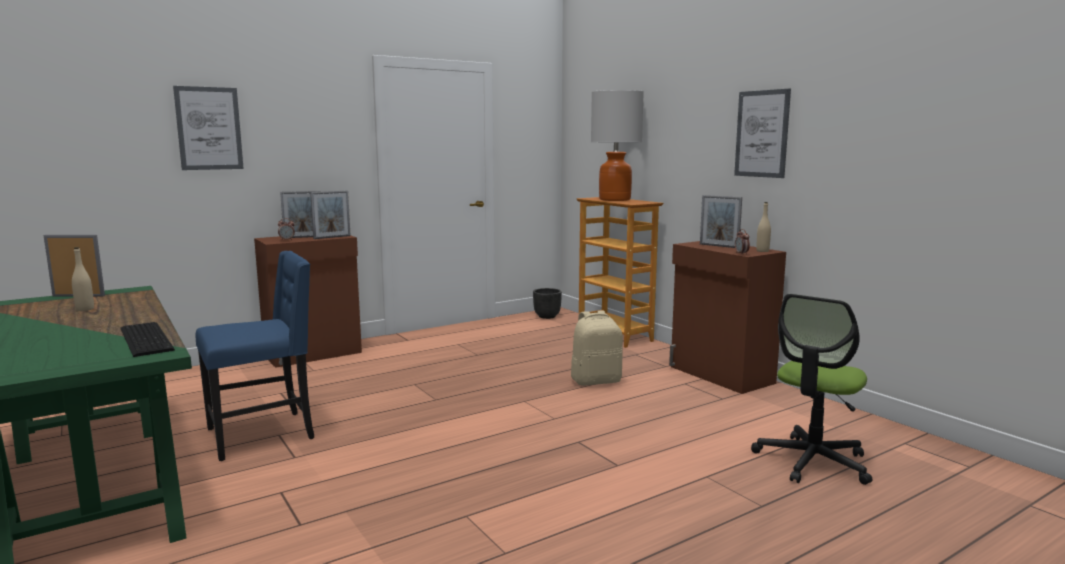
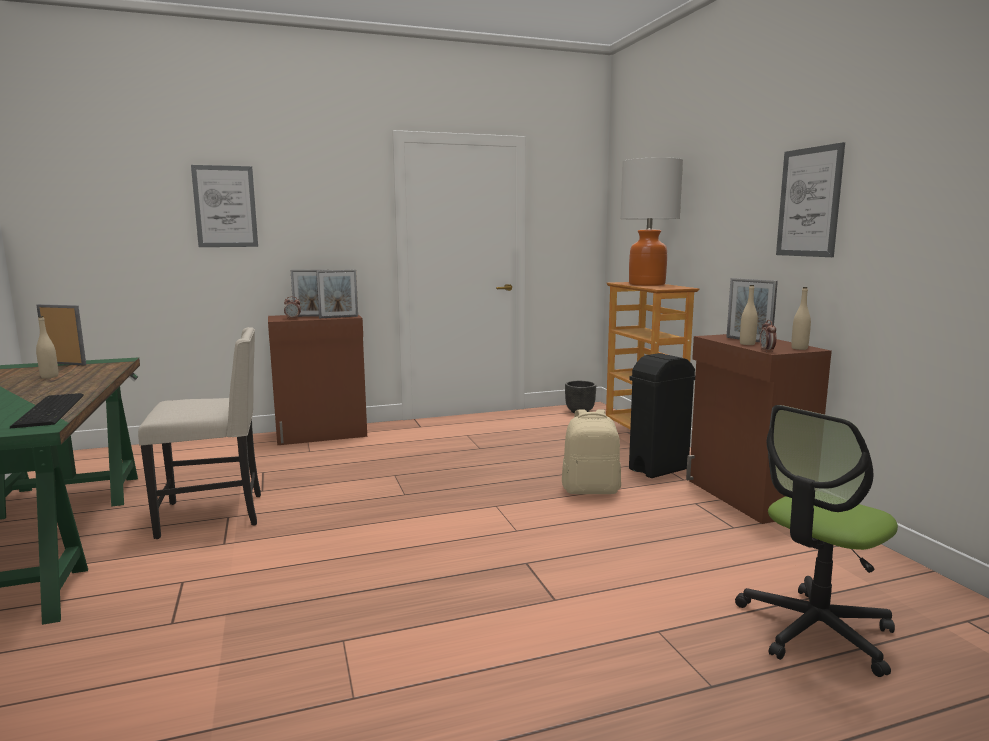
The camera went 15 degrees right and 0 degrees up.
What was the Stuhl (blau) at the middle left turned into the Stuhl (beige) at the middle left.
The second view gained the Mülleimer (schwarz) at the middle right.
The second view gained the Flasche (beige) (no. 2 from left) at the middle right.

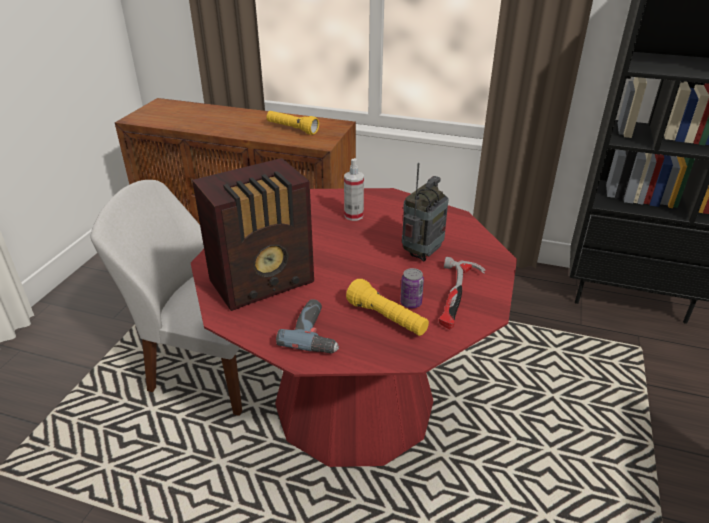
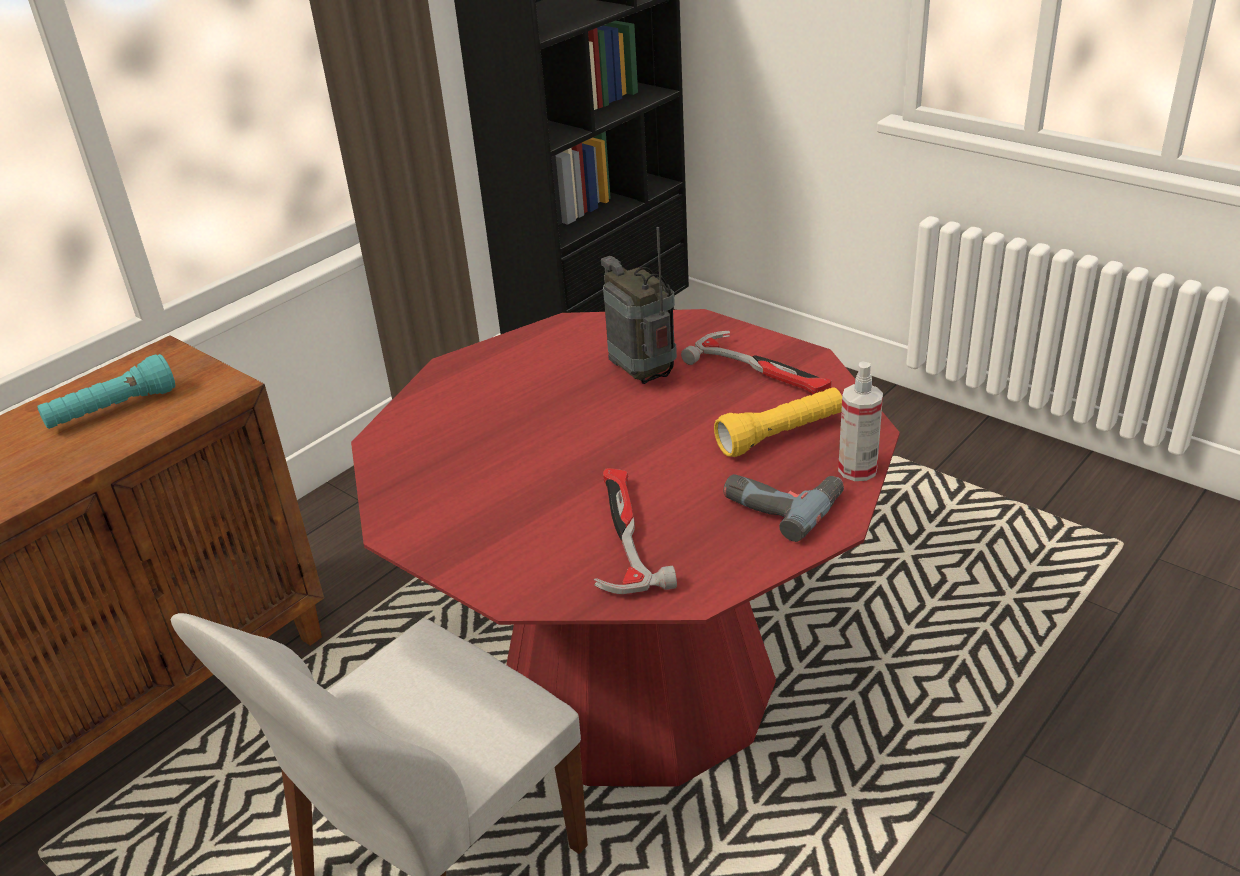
The camera went 65 degrees left and 0 degrees up.
What was the Taschenlampe (gelb) (no. 1 from left) at the top centre turned into the Taschenlampe (türkis) at the middle left.
Where the Radio (no. 1 from left) stood at the centre, the Hammer (no. 1 from left) came to stand at the centre.
The Sprühflasche ended up elsewhere, having gone from the centre to the middle right.
The second view lost the Dose at the centre.

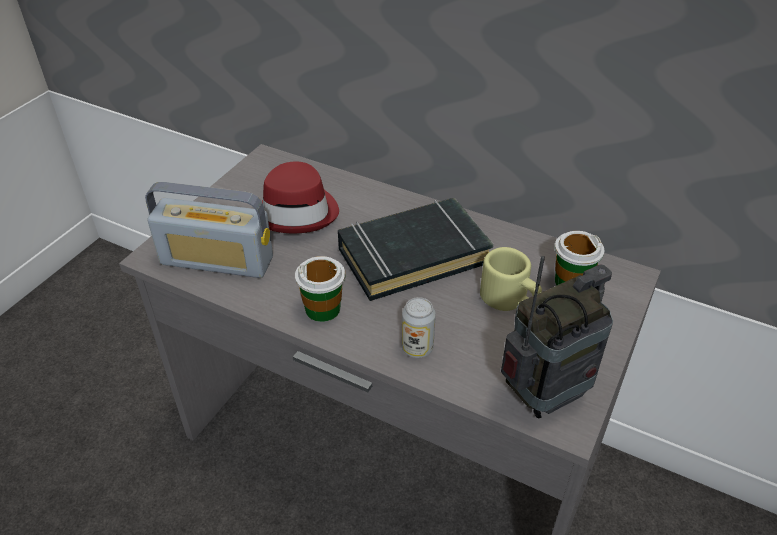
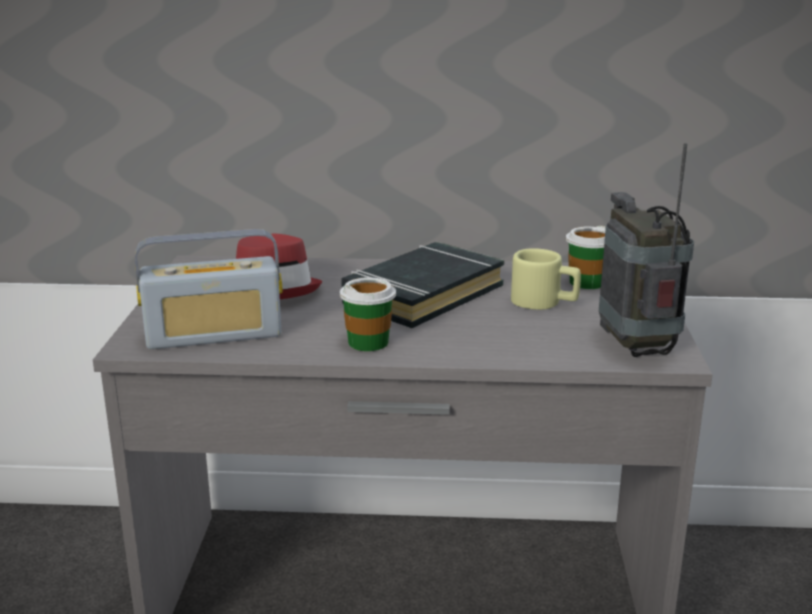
The camera went 25 degrees left and 20 degrees down.
The Radio (no. 2 from left) at the middle right ended up facing another way, 45 degrees counterclockwise from before.
The second view lost the Dose at the centre.

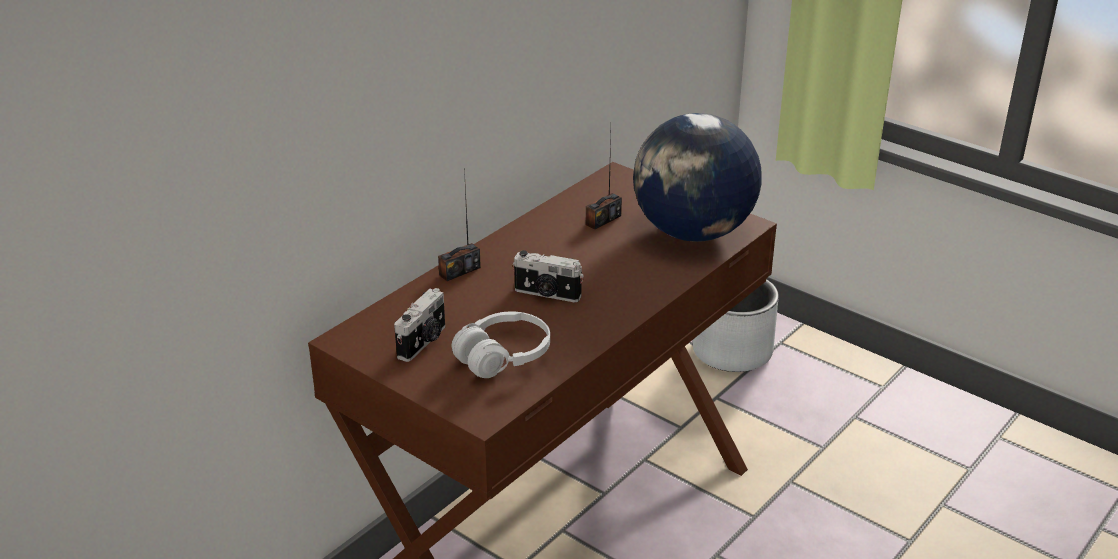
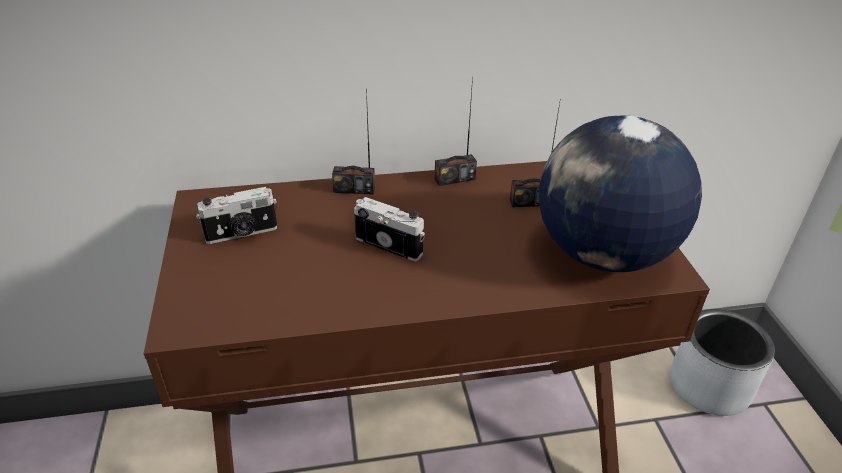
The camera went 40 degrees right and 5 degrees up.
The Kamera (no. 2 from left) at the centre ended up facing another way, 150 degrees clockwise from before.
The second view gained the Radio (no. 2 from left) at the top centre.
The second view lost the Kopfhörer (weiß) at the centre.

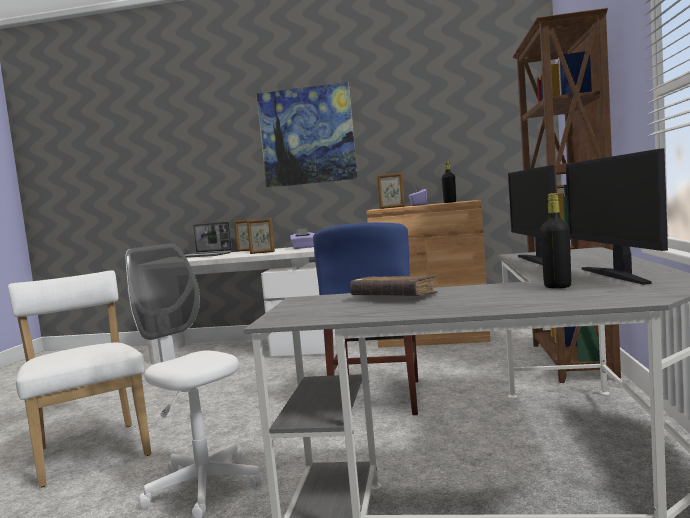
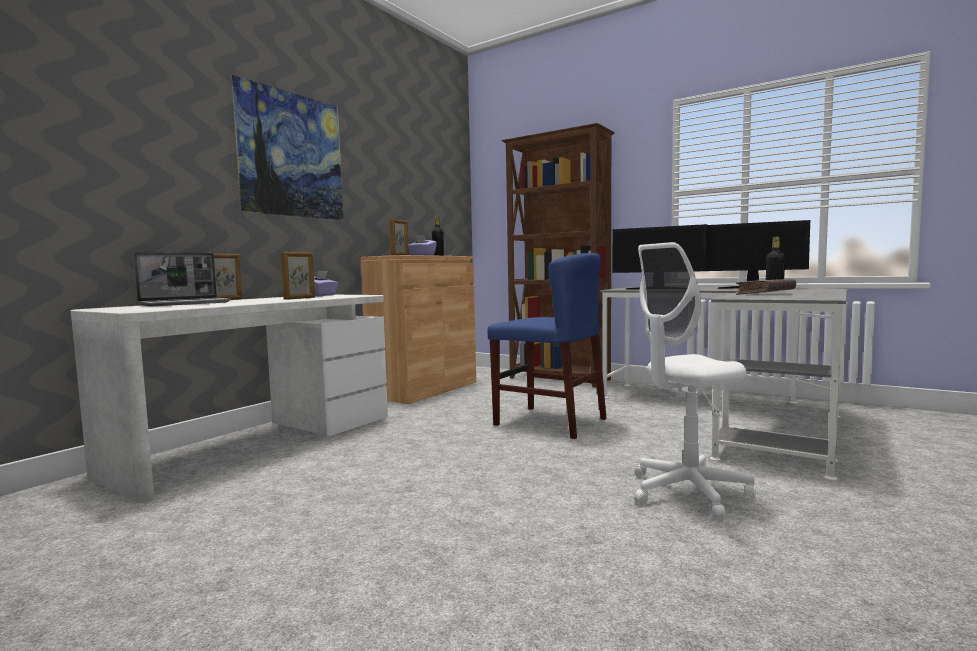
The camera went 65 degrees left and 0 degrees up.
The second view lost the Stuhl (weiß) at the bottom left.

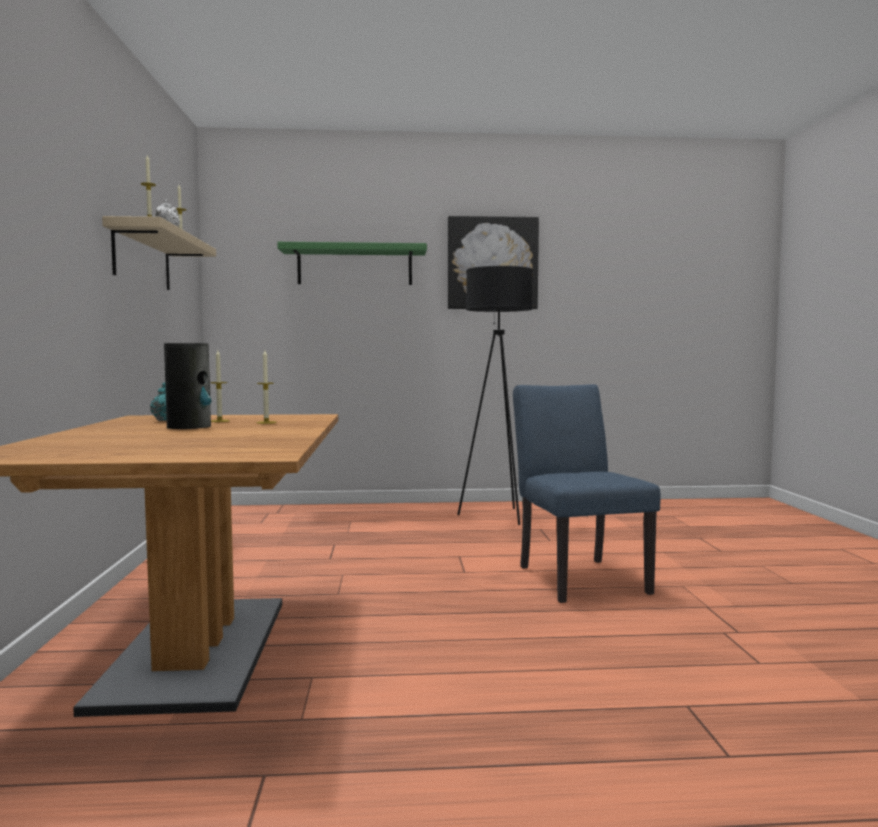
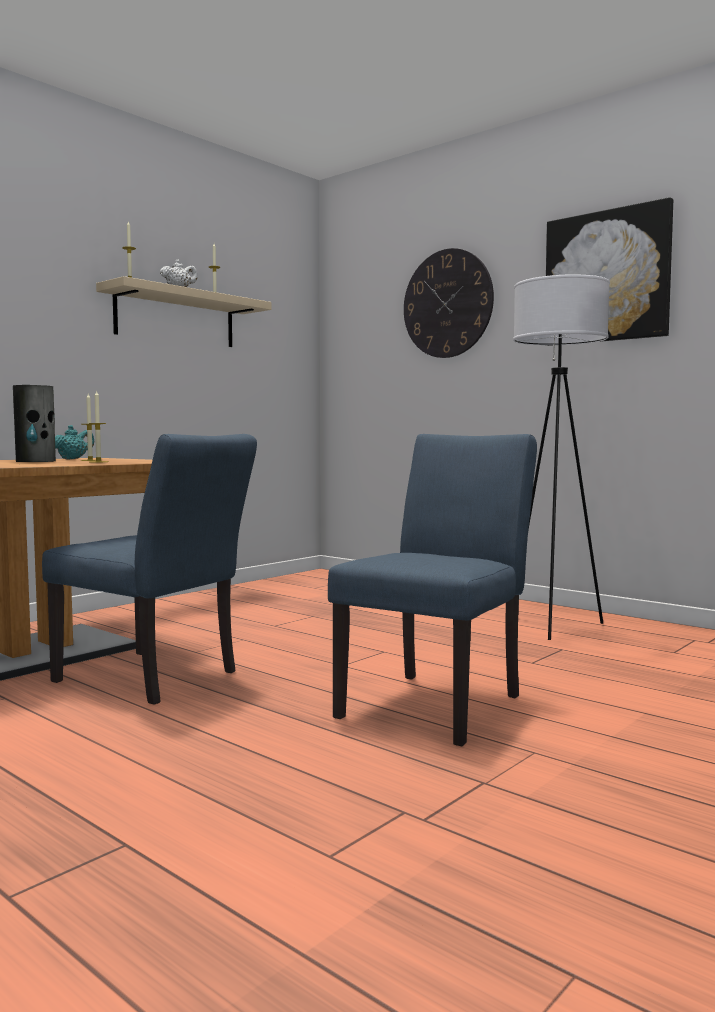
The camera went 45 degrees right and 0 degrees up.
The second view gained the Stuhl (blau) (no. 1 from left) at the middle left.
Where the Wandregal (grün) hung at the top centre, the Wanduhr came to hang at the top centre.
What was the Stehlampe (schwarz) at the centre turned into the Stehlampe (weiß) at the middle right.

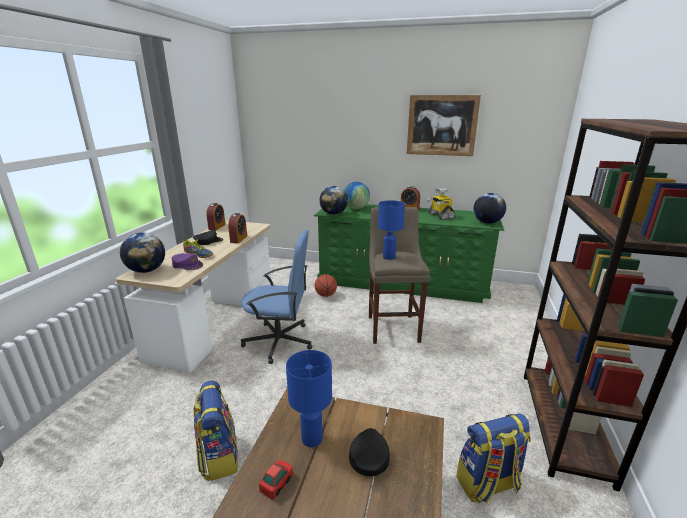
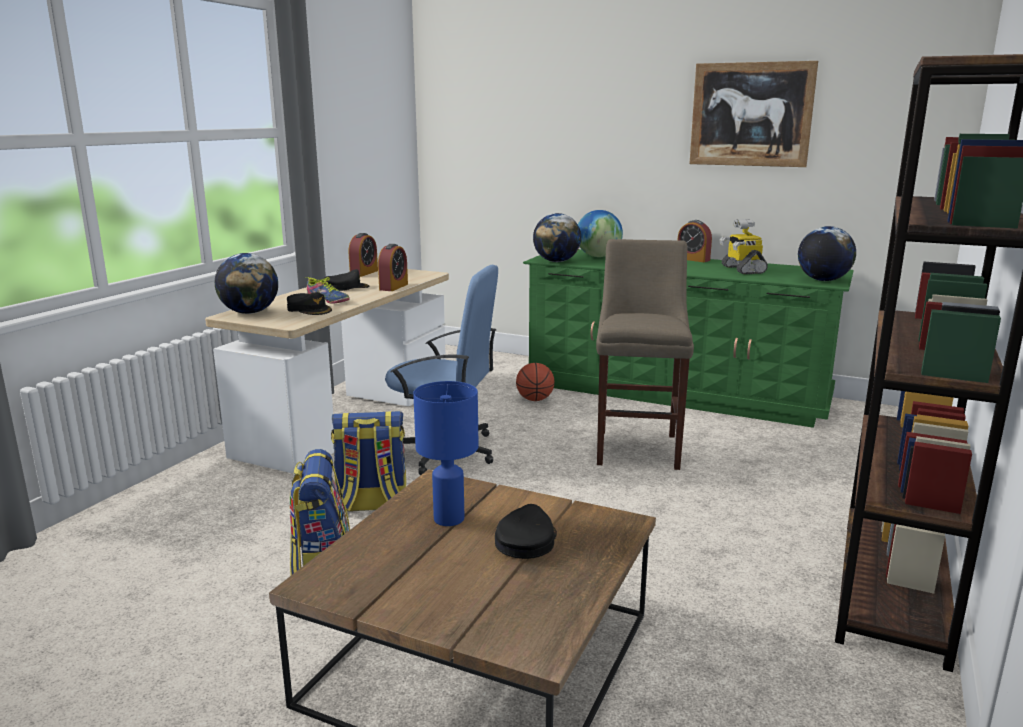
The camera went 10 degrees right and 5 degrees down.
What was the Kappe (lila) at the middle left turned into the Kappe (schwarz) (no. 1 from left) at the middle left.
The Rucksack (no. 2 from left) ended up elsewhere, having gone from the bottom right to the centre.
The second view lost the Spielzeugauto at the bottom centre.
The second view lost the Tischlampe (blau) (no. 2 from left) at the centre.

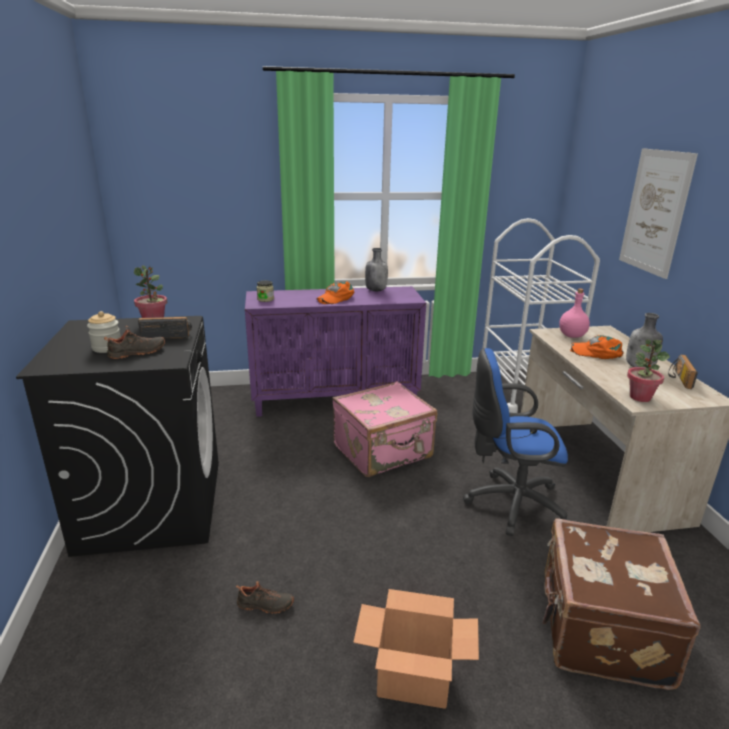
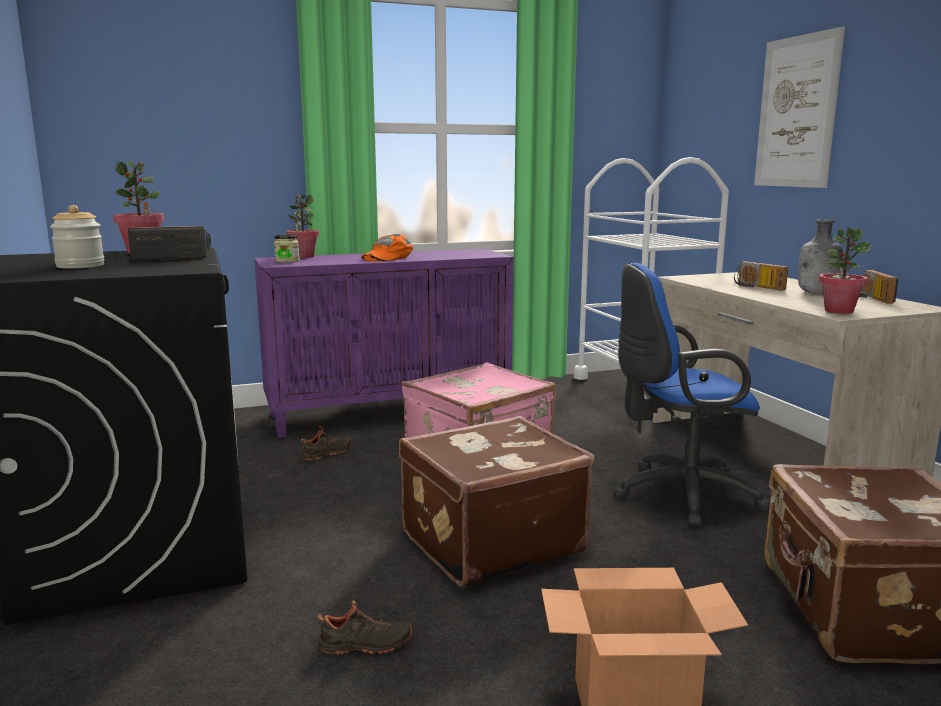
The camera went 10 degrees left and 10 degrees down.
The second view gained the Topfpflanze (no. 2 from left) at the top left.
The Schuh (schwarz) (no. 1 from left) ended up elsewhere, having gone from the middle left to the centre.
The second view gained the Koffer (braun) (no. 1 from left) at the bottom centre.
Where the Kappe (orange) (no. 2 from left) stood at the middle right, the Radio (no. 2 from left) came to stand at the middle right.
The second view lost the Flasche (grau) (no. 1 from left) at the centre.
The second view lost the Flasche (rosa) at the middle right.

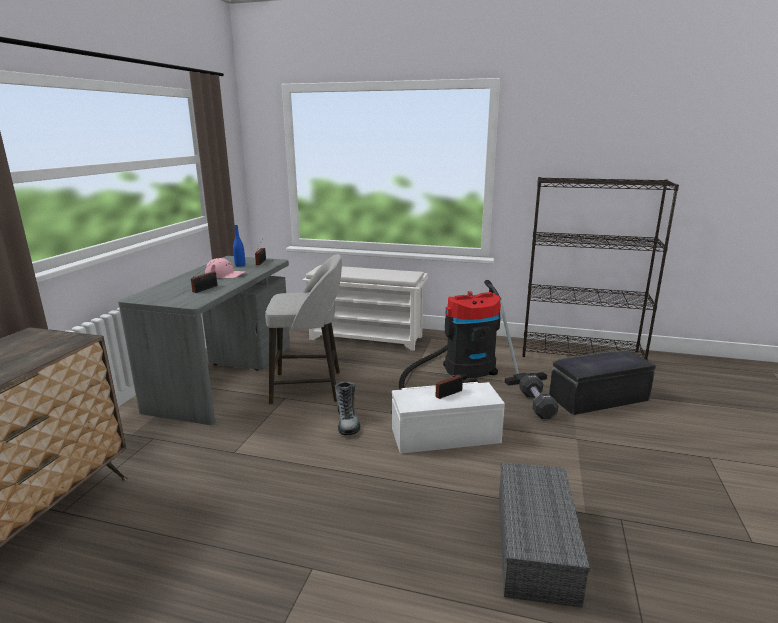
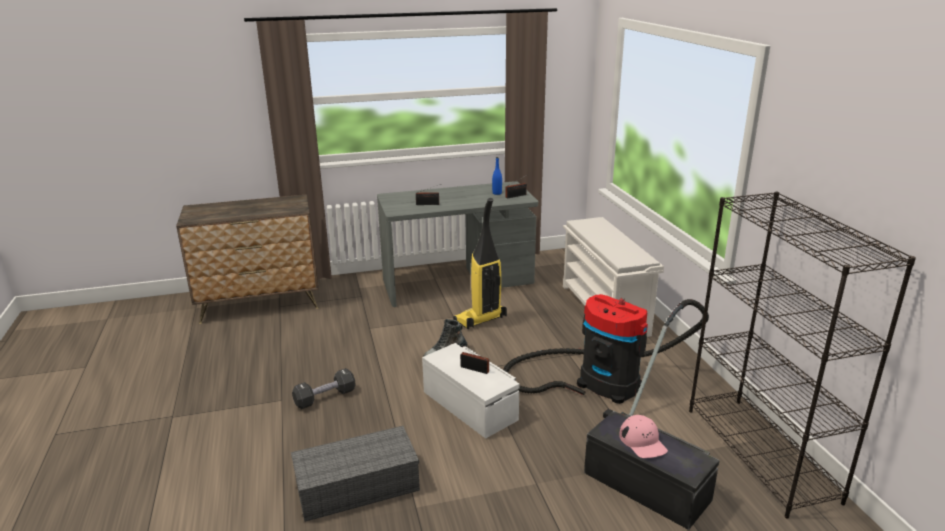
The camera went 60 degrees right and 5 degrees up.
The Hantel (schwarz) ended up elsewhere, having gone from the middle right to the bottom centre.
Where the Hocker (grau) stood at the centre, the Staubsauger (no. 1 from left) came to stand at the centre.
The Kappe (rosa) ended up elsewhere, having gone from the middle left to the bottom right.

